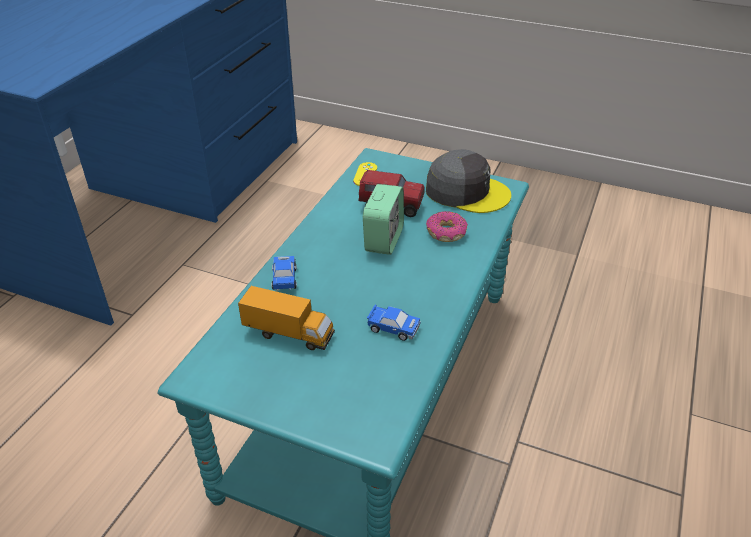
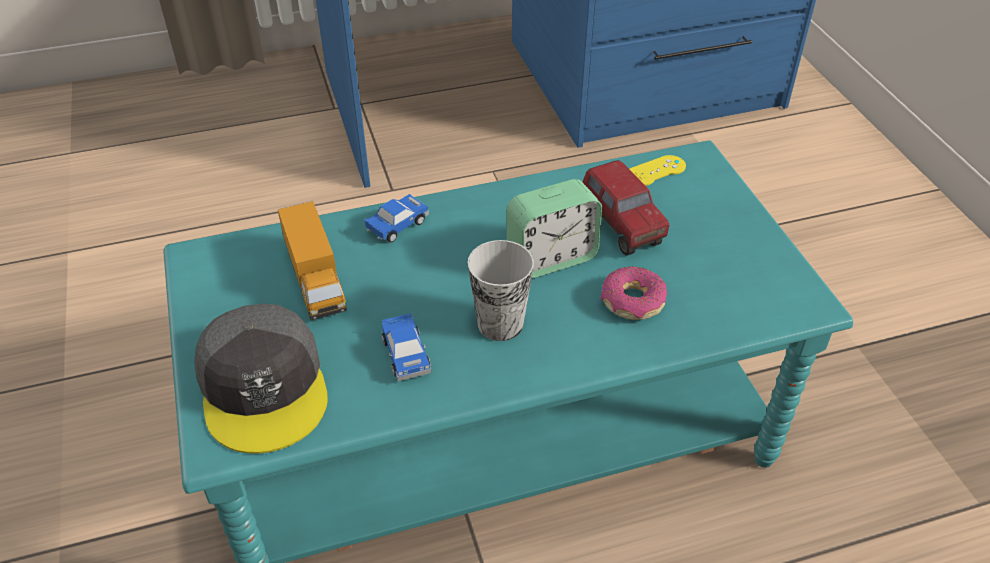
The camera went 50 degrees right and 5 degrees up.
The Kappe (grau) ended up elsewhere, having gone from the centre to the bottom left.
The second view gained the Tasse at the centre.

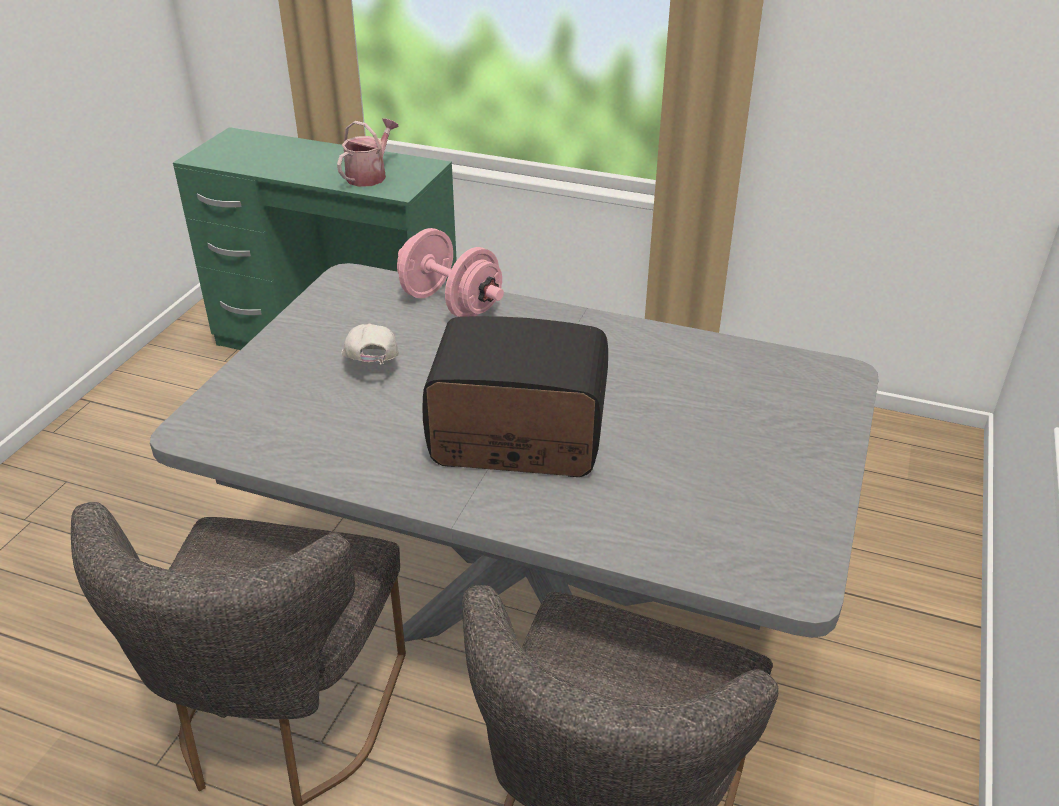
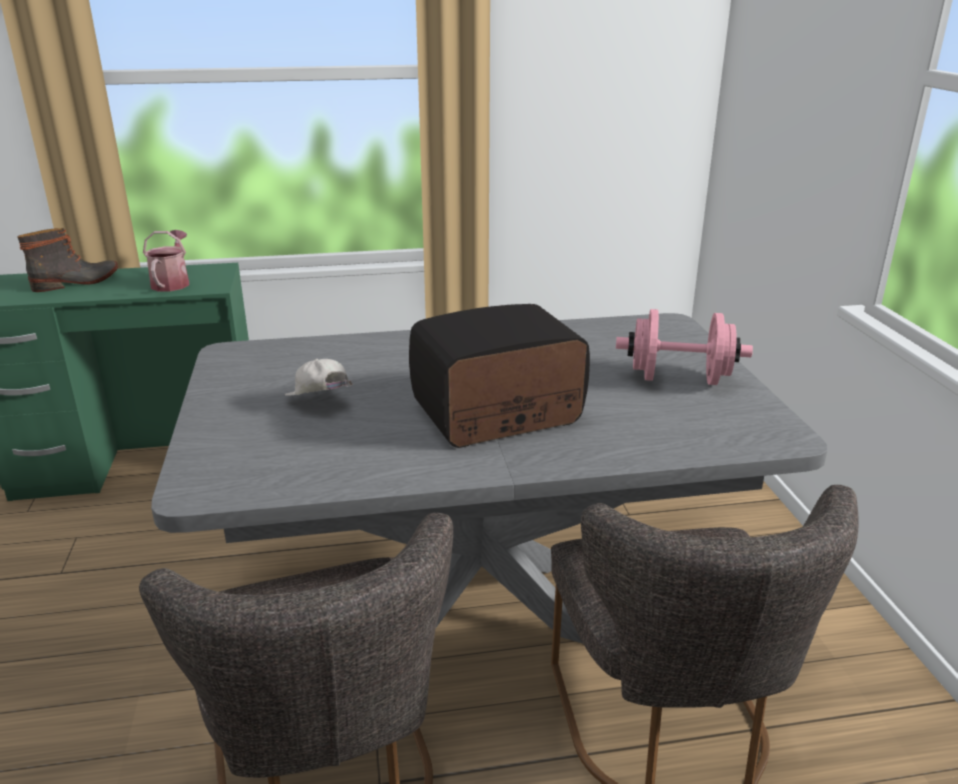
The camera went 30 degrees left and 10 degrees down.
The second view gained the Stiefel at the top left.
The Hantel (rosa) ended up elsewhere, having gone from the centre to the middle right.

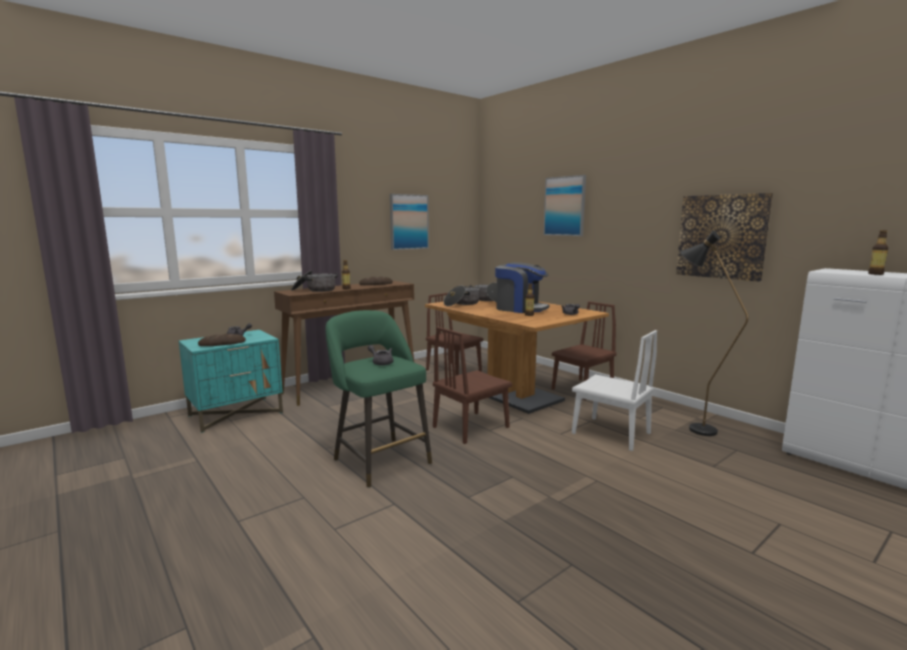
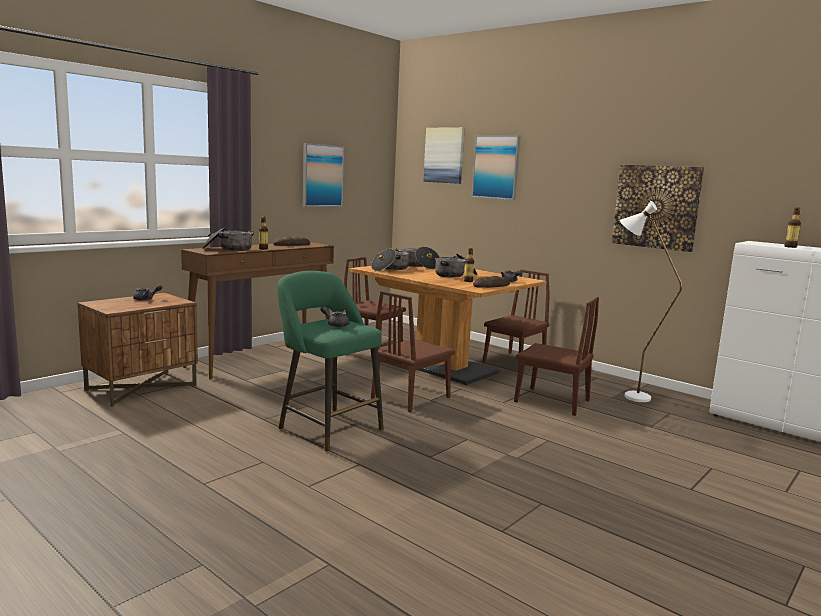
The camera went 10 degrees left and 0 degrees up.
What was the Nachttisch (türkis) at the middle left turned into the Nachttisch (braun) at the middle left.
The second view gained the Bild (no. 2 from left) at the top centre.
Where the Kaffeemaschine stood at the centre, the Kochtopf (no. 4 from left) came to stand at the centre.
The Brot (no. 1 from left in the first image) ended up elsewhere, having gone from the middle left to the centre.
What was the Stuhl (weiß) at the middle right turned into the Stuhl (braun) (no. 4 from left) at the middle right.
What was the Stehlampe (schwarz) at the middle right turned into the Stehlampe (weiß) at the middle right.

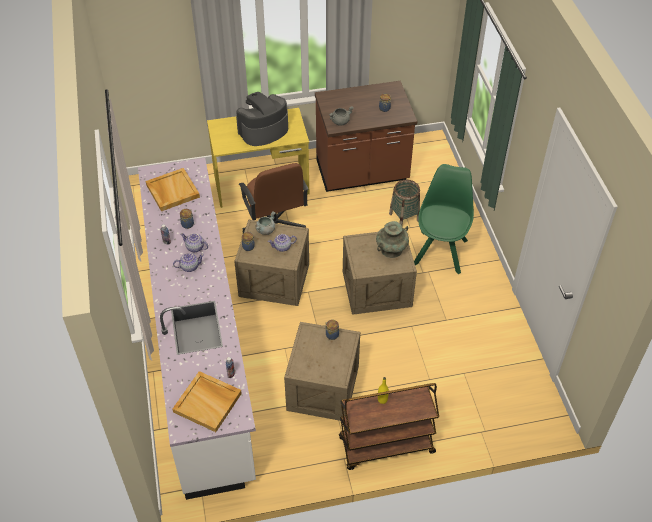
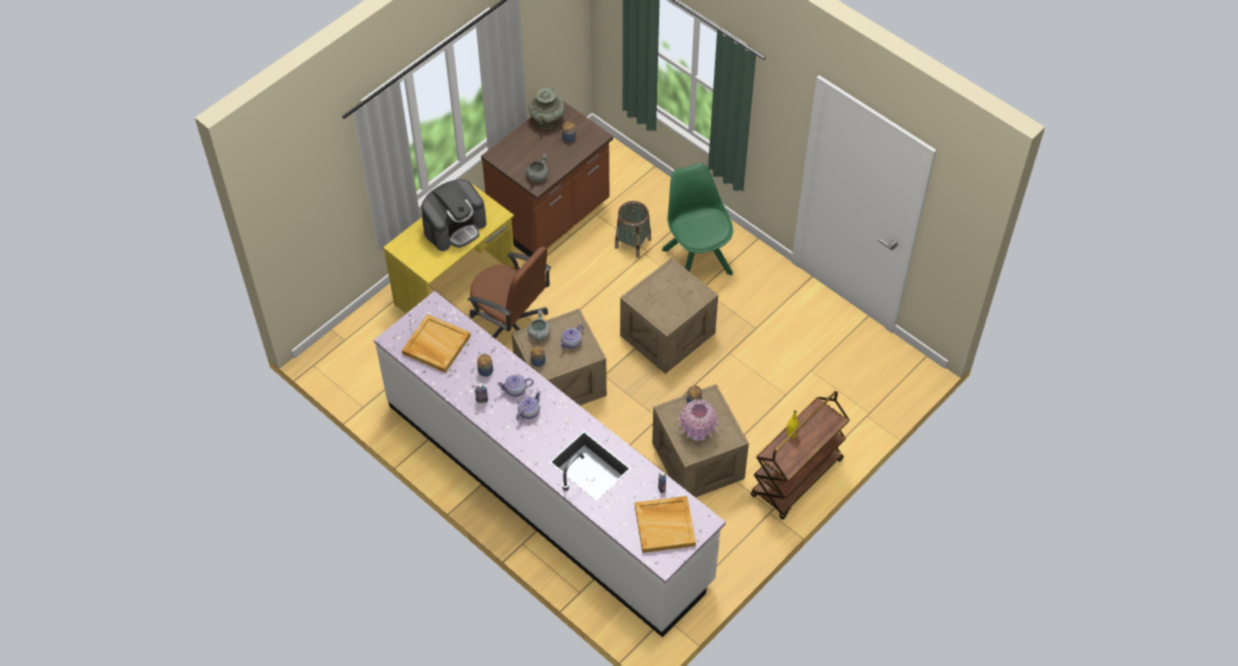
The camera went 35 degrees left and 5 degrees up.
The Kaffeemaschine at the top centre ended up facing another way, 150 degrees counterclockwise from before.
The Vase (türkis) ended up elsewhere, having gone from the centre to the top centre.
The second view gained the Vase (rosa) at the centre.

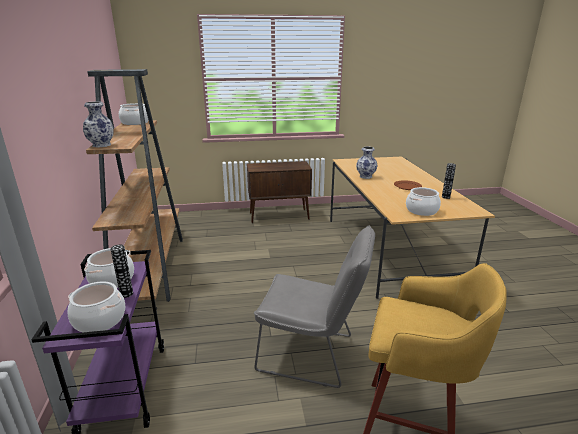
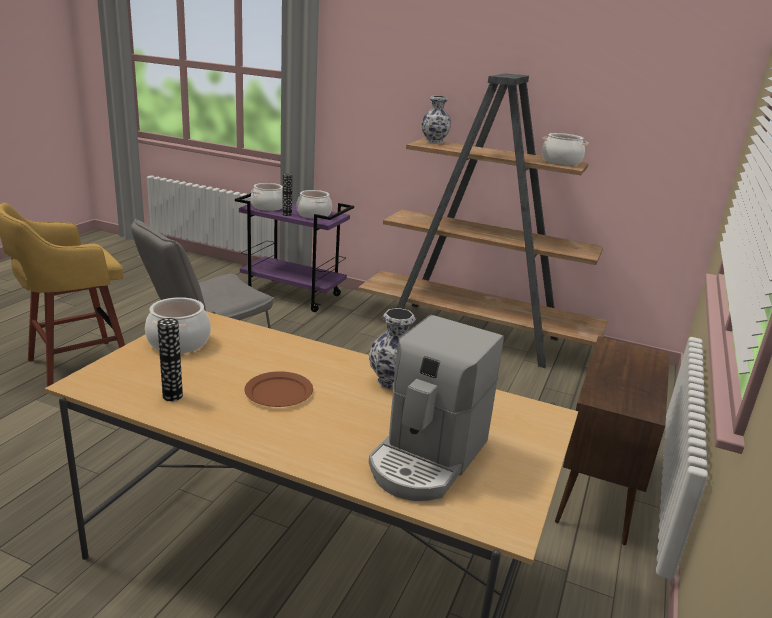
The camera went 120 degrees right and 0 degrees up.
The second view gained the Kaffeemaschine at the centre.

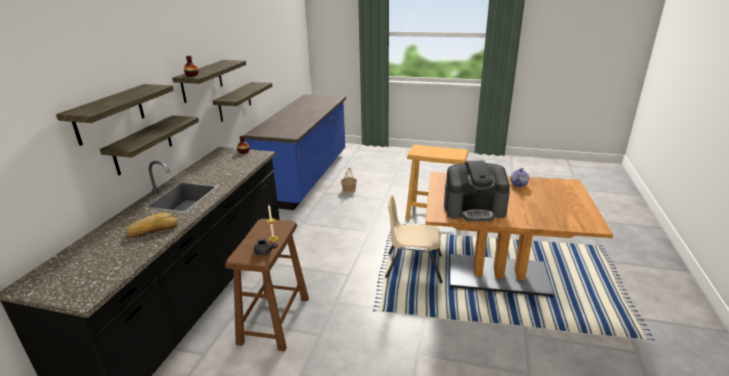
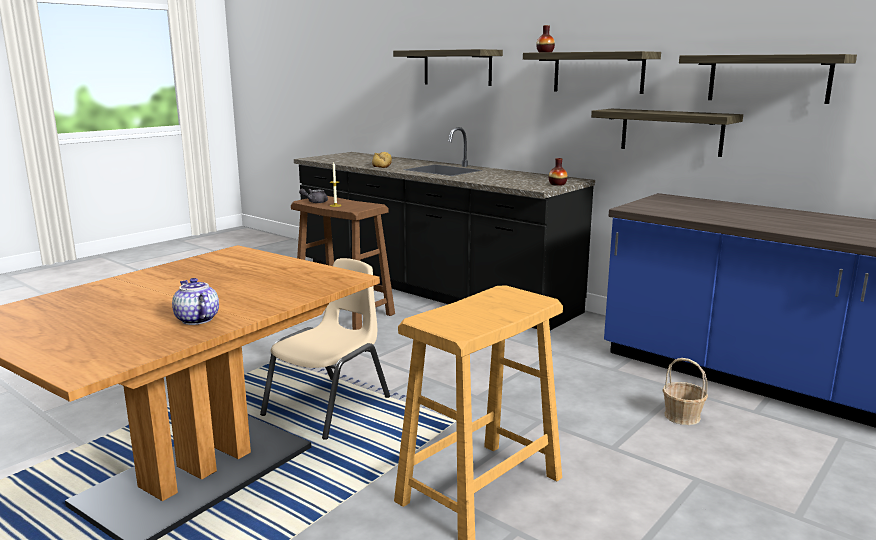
The camera went 115 degrees right and 10 degrees down.
The Wandregal (no. 2 from left in the first image) ended up elsewhere, having gone from the middle left to the top right.
The second view lost the Kaffeemaschine at the centre.

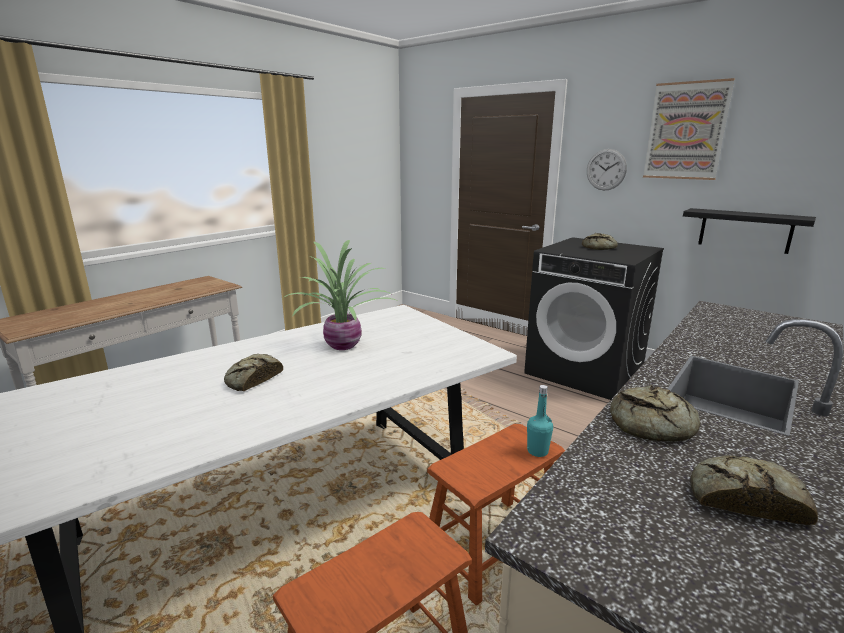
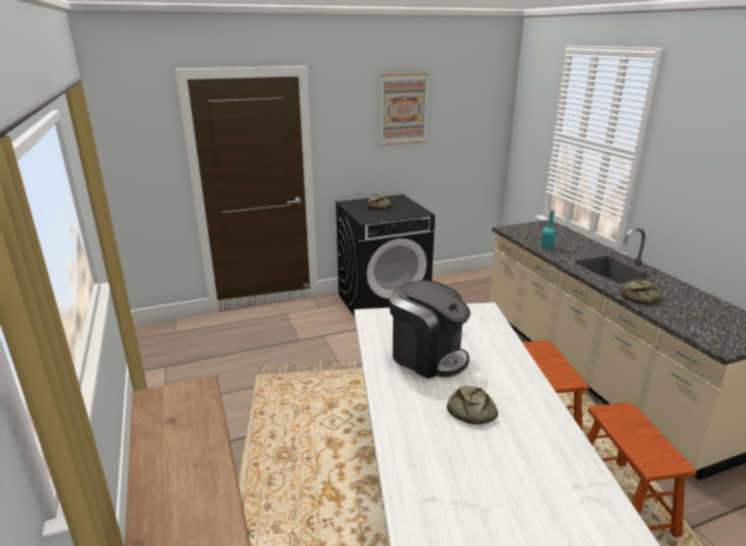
The camera went 60 degrees left and 5 degrees up.
Where the Topfpflanze stood at the centre, the Kaffeemaschine came to stand at the centre.
The Flasche (türkis) ended up elsewhere, having gone from the centre to the middle right.
The second view lost the Wanduhr at the top right.
The second view lost the Wandregal (schwarz) at the middle right.
The second view lost the Brot (no. 4 from left) at the bottom right.

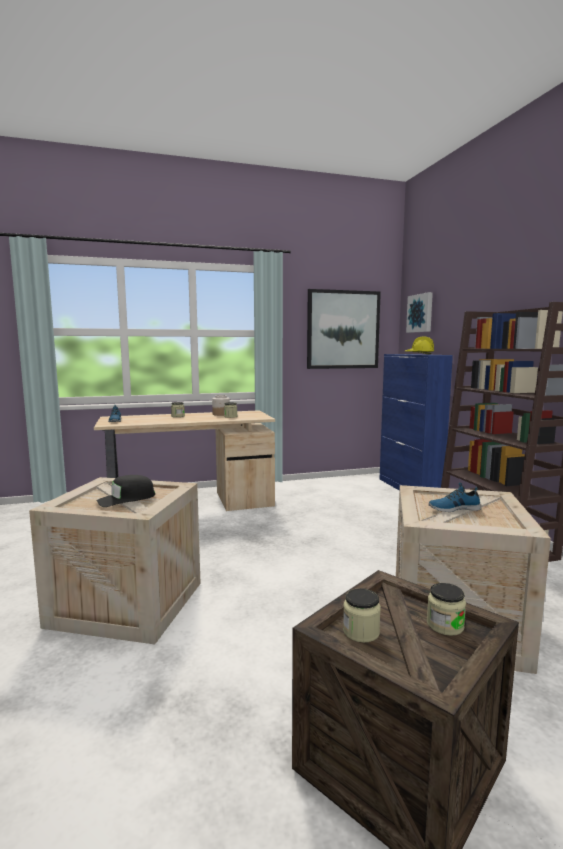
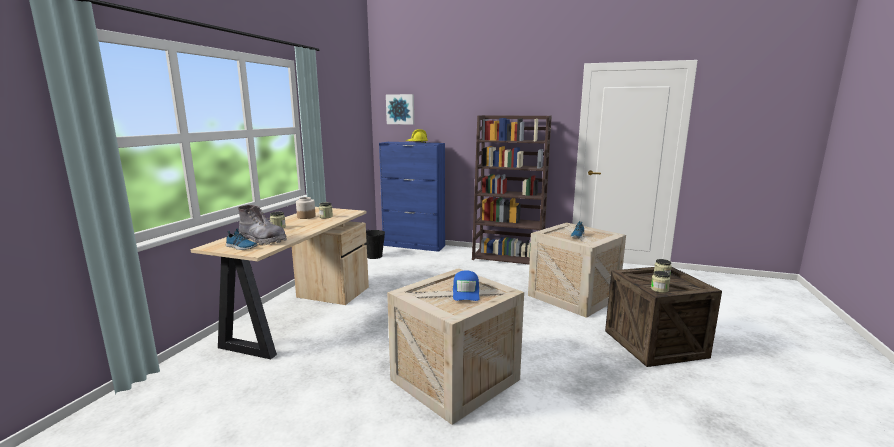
The camera went 55 degrees left and 5 degrees up.
The second view gained the Stiefel (grau) at the middle left.
The second view gained the Eimer (schwarz) at the centre.
What was the Kappe (schwarz) at the middle left turned into the Kappe (blau) at the centre.
The second view lost the Bild (no. 1 from left) at the centre.

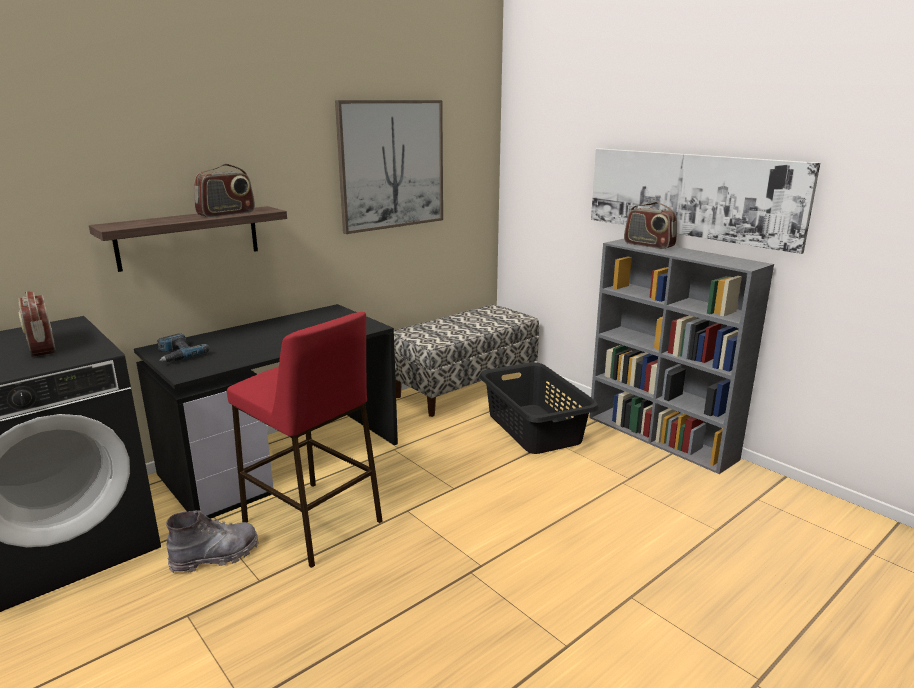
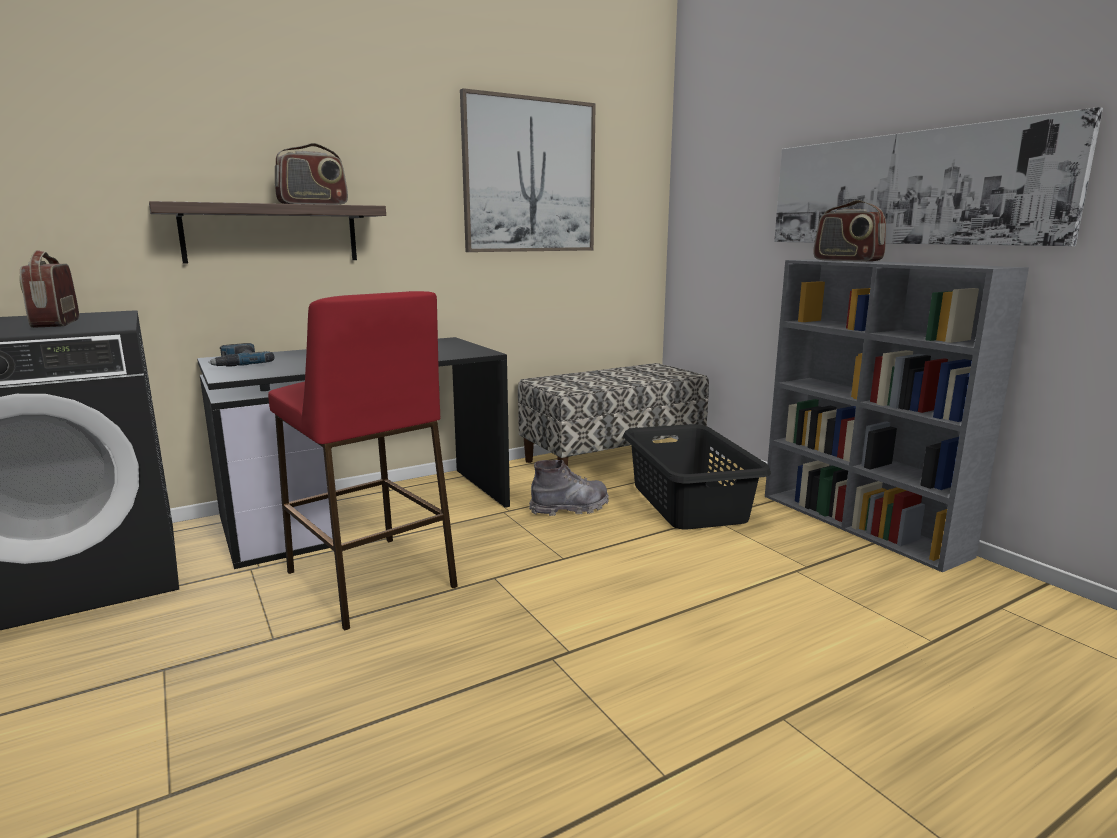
The camera went 10 degrees right and 5 degrees down.
The Stiefel (grau) ended up elsewhere, having gone from the bottom left to the centre.

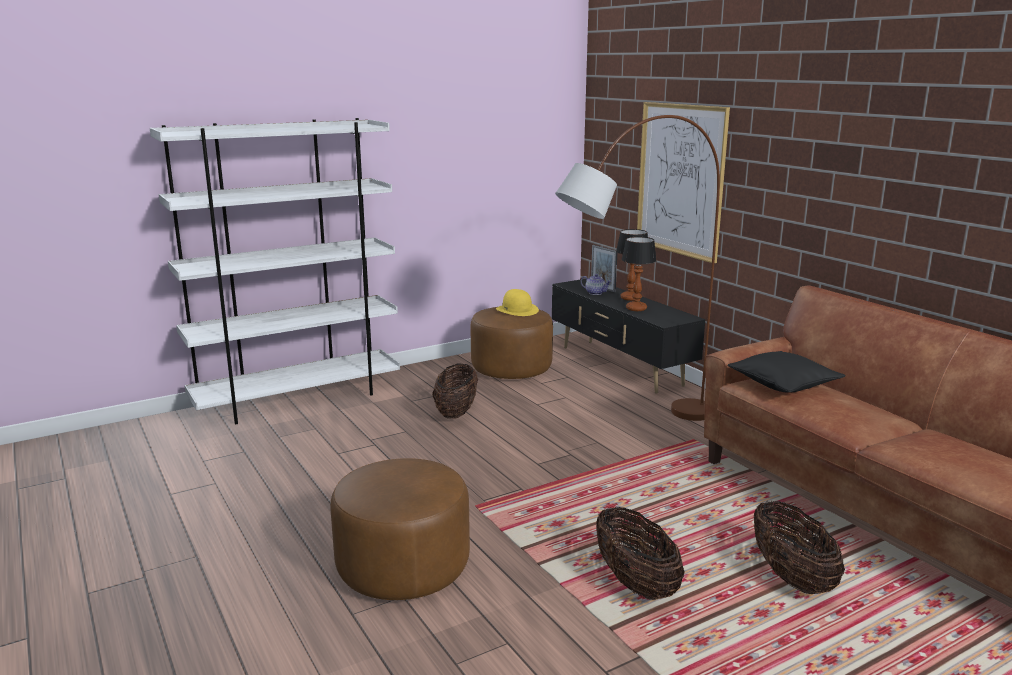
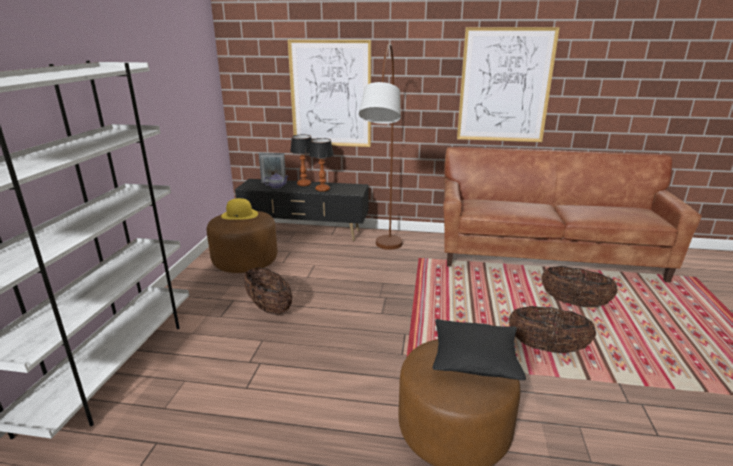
The camera went 50 degrees left and 5 degrees up.
The Kissen (schwarz) ended up elsewhere, having gone from the middle right to the bottom centre.
The second view gained the Bild (no. 2 from left) at the top right.

